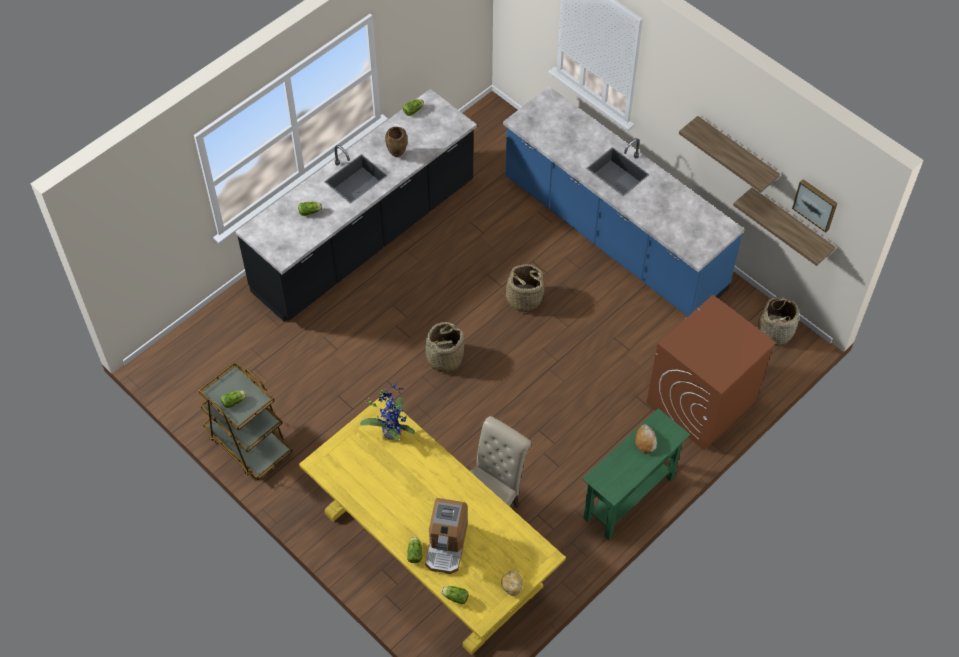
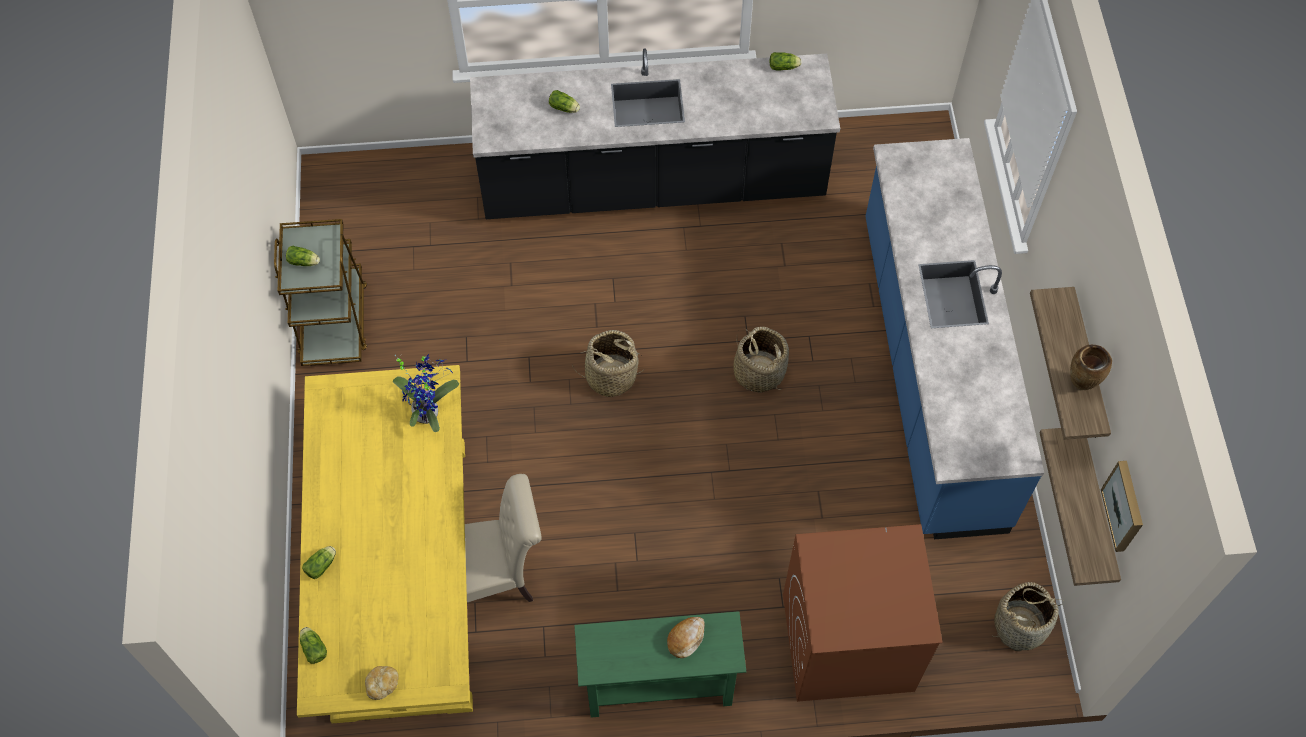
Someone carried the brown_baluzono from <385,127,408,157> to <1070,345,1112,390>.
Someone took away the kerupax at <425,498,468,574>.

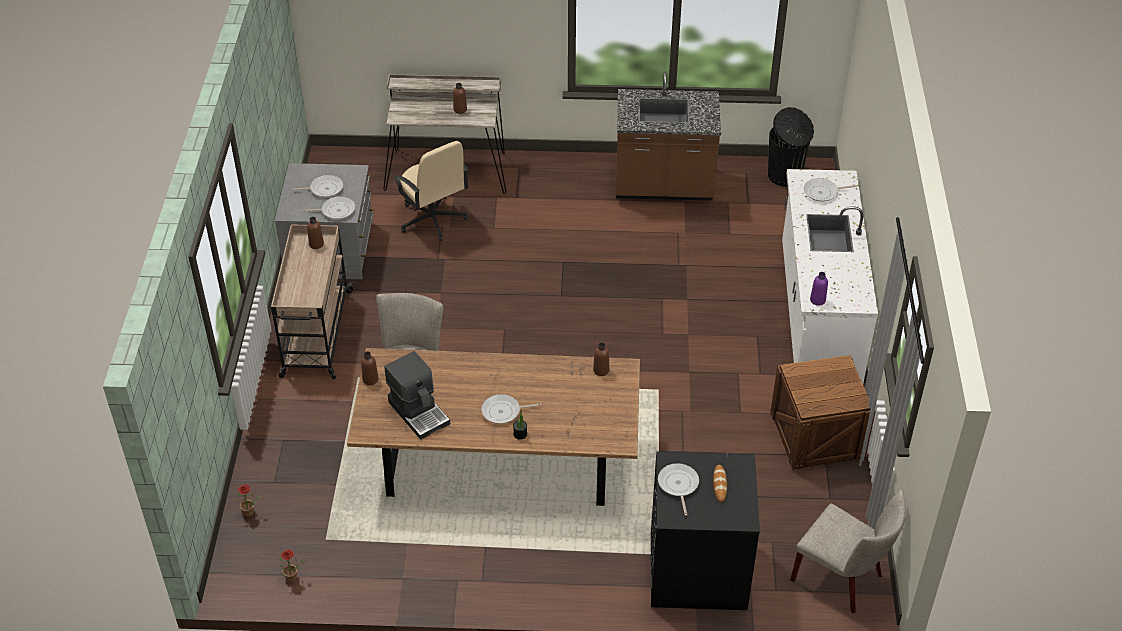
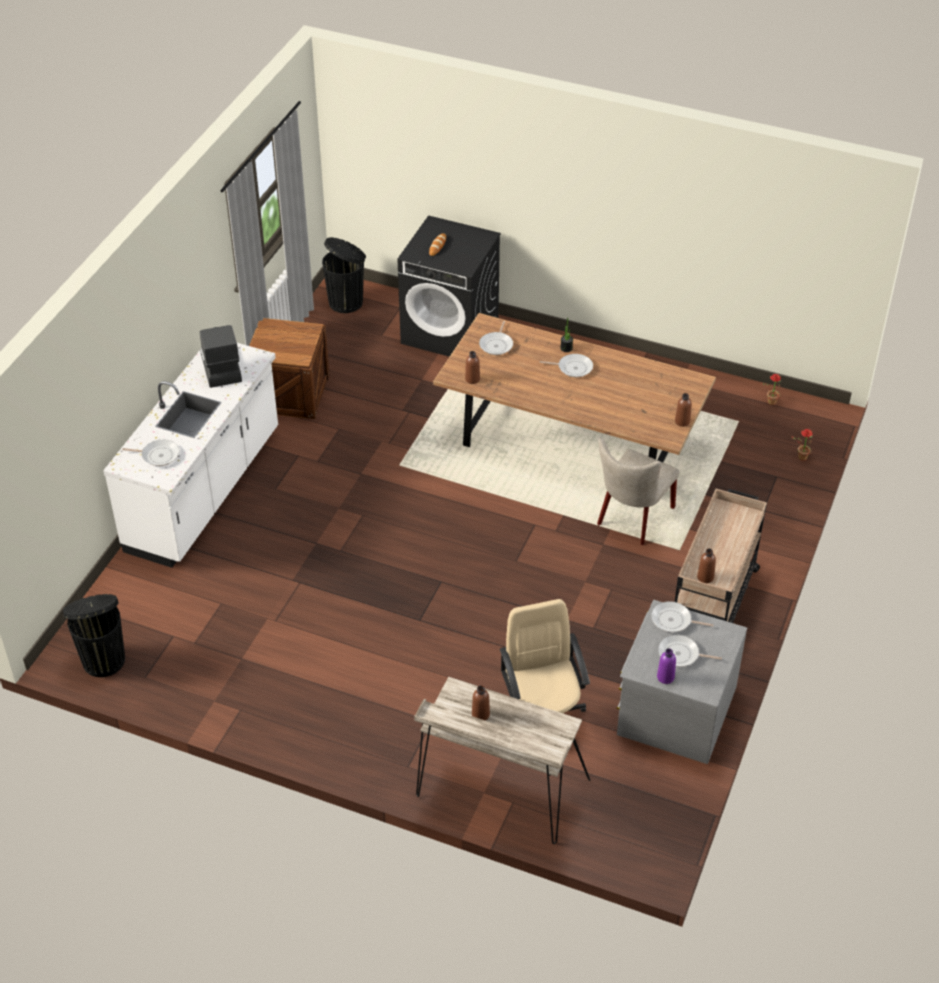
Someone carried the kerupax from <384,351,450,440> to <200,325,242,388>.
Someone swapped the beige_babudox at <790,489,906,614> for the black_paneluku at <322,237,366,313>.
Someone carried the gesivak from <658,463,699,516> to <479,321,513,355>.
Someone carried the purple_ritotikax from <810,272,828,306> to <657,649,676,684>.
Someone took away the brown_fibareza at <616,71,721,201>.

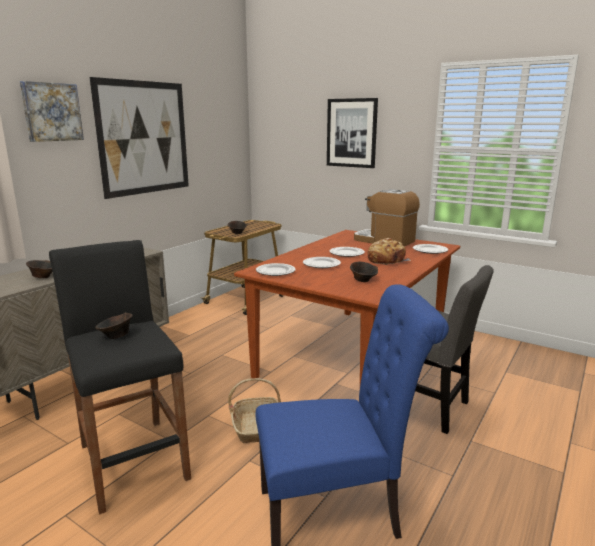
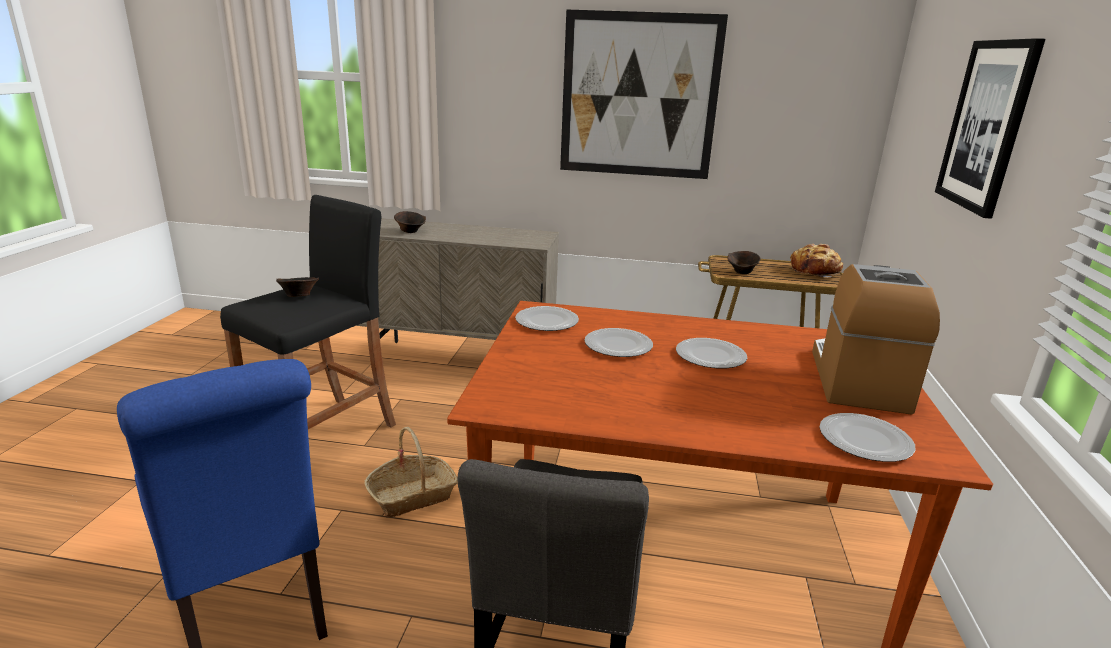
Someone carried the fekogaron from <368,238,411,265> to <790,244,843,278>.
Someone took away the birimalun at <20,81,84,142>.
Someone took away the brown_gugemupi at <350,262,378,282>.

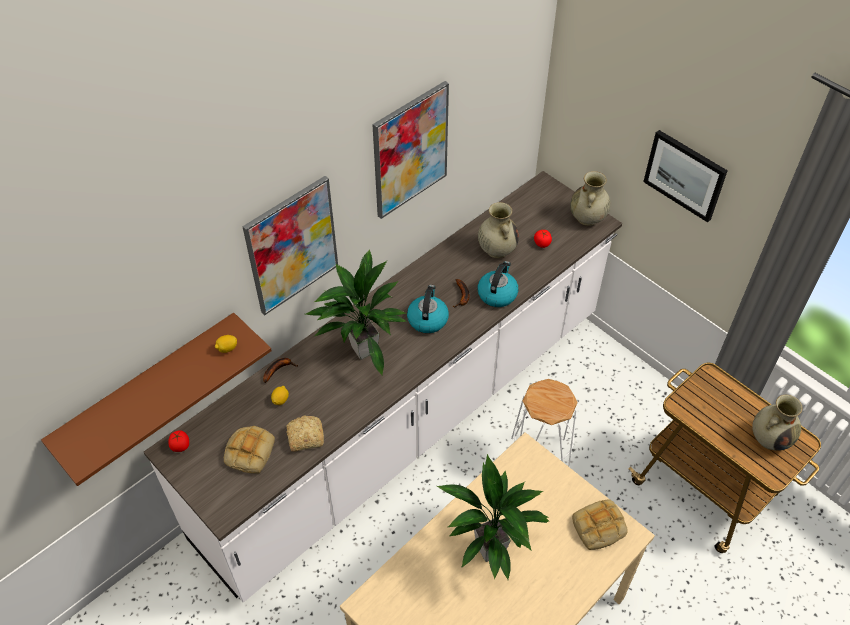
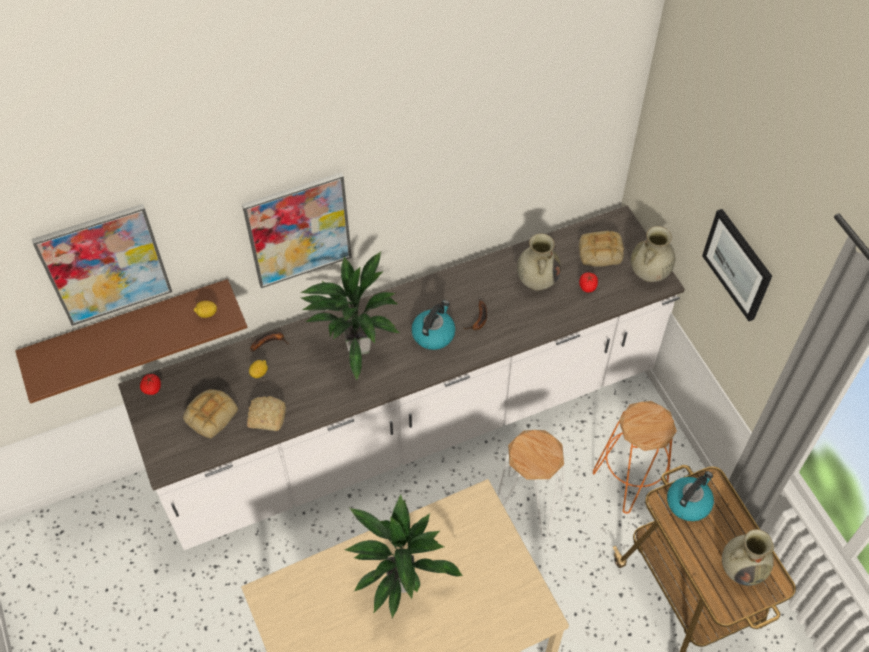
Someone carried the birimalun from <372,81,449,219> to <31,204,172,326>.
Someone carried the fekogaron from <572,499,627,550> to <579,231,624,267>.
Someone put down the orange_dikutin at <593,401,677,514>.
Someone carried the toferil from <478,261,518,307> to <667,471,714,521>.

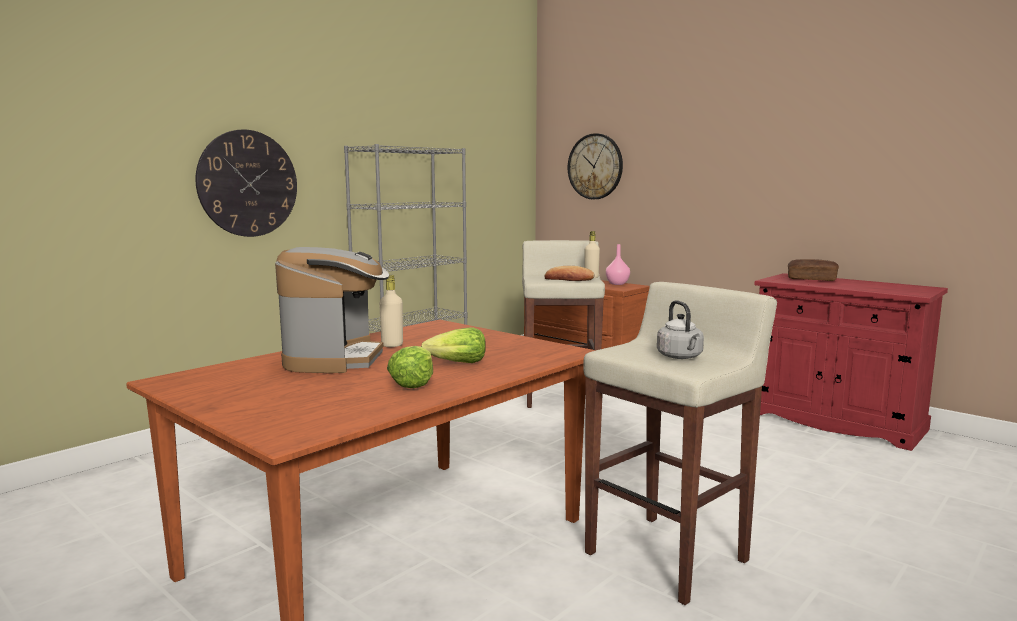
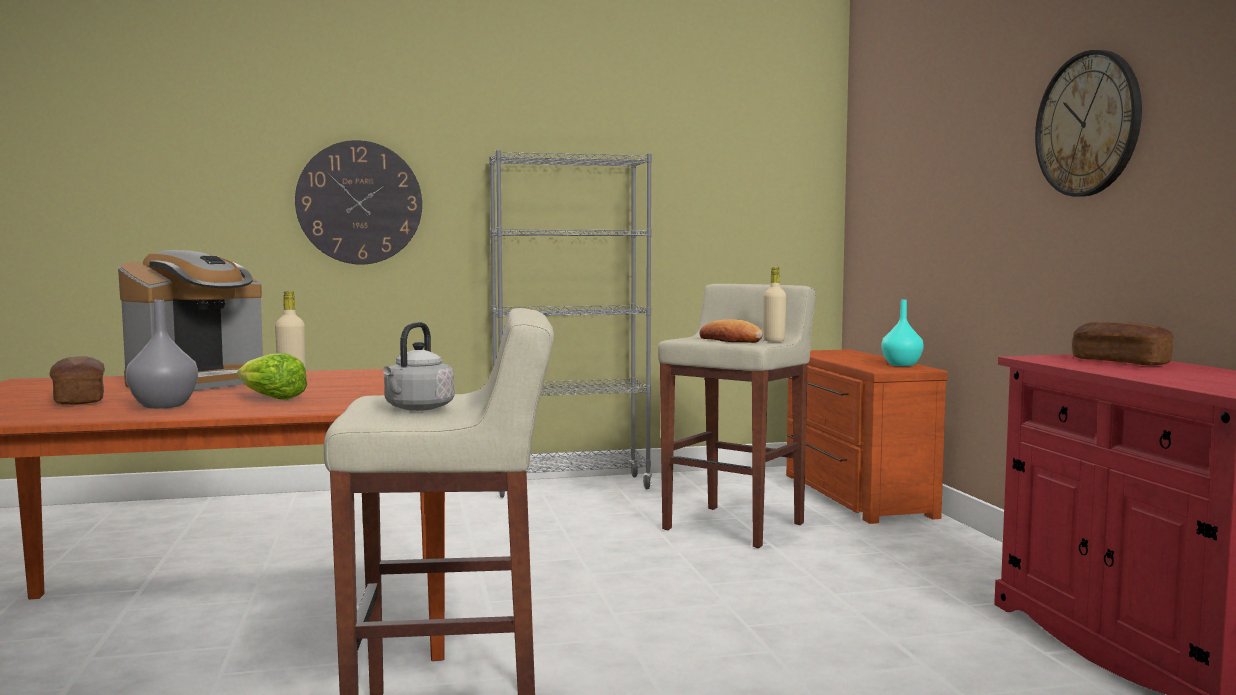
Someone put down the fekogaron at <50,357,105,405>.
Someone swapped the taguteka at <387,346,433,388> for the grey_baluzono at <126,300,198,409>.
Someone repainted the pink_baluzono at <606,244,630,285>, which became the turquoise_baluzono at <882,300,924,366>.
Someone carried the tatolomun from <568,133,623,199> to <1035,50,1142,197>.

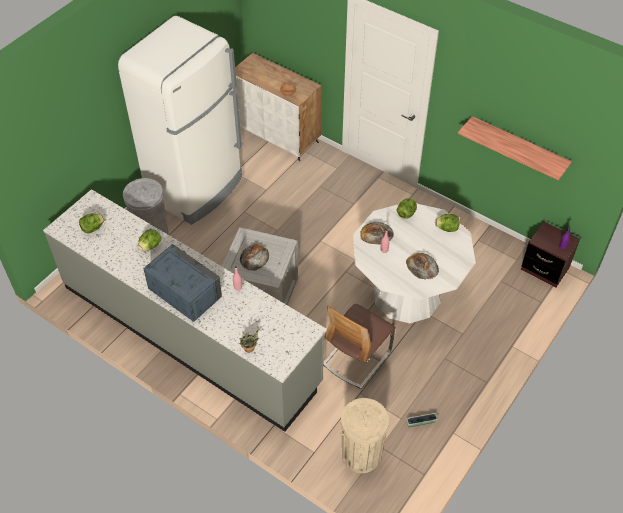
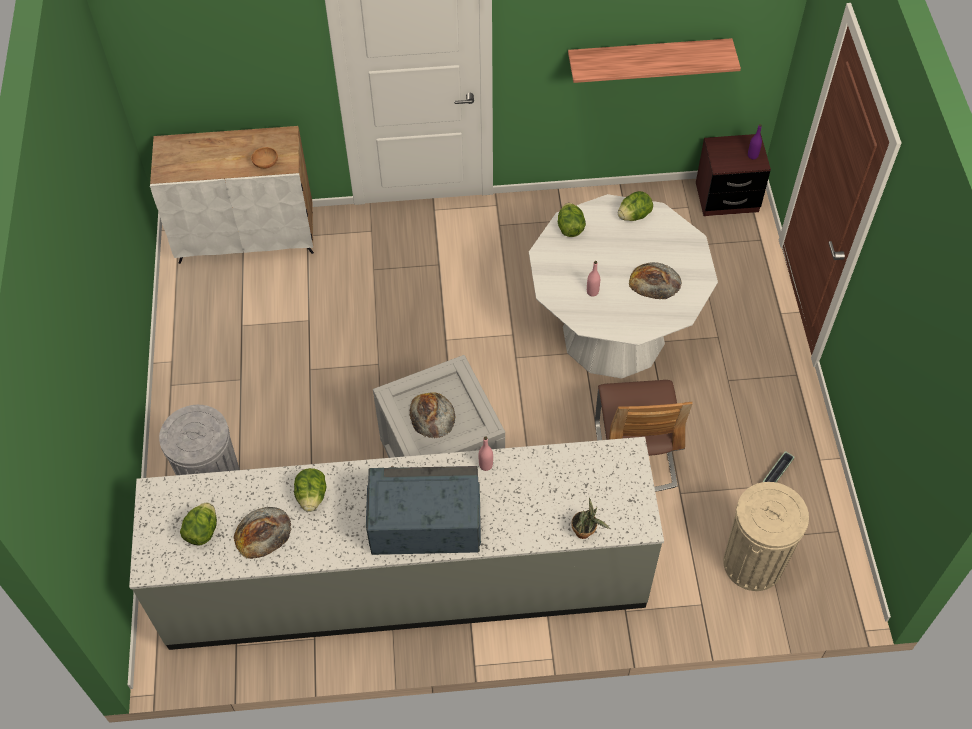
Someone carried the fekogaron from <360,222,394,245> to <233,507,291,559>.
Someone took away the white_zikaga at <118,16,242,225>.

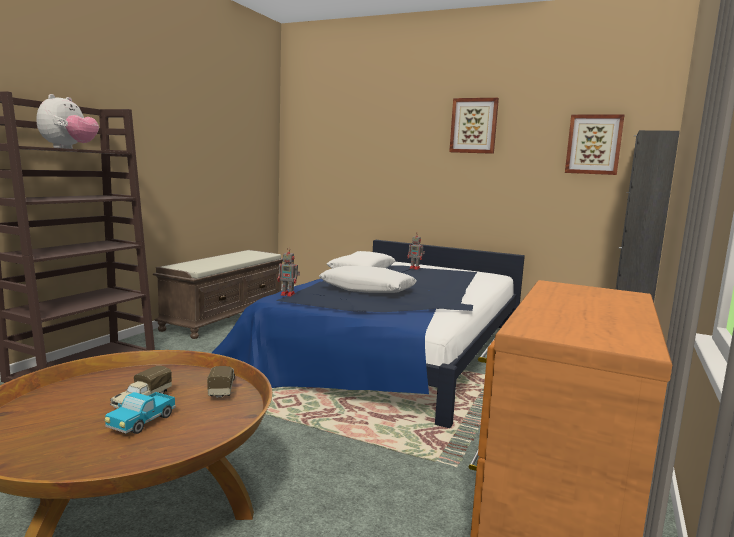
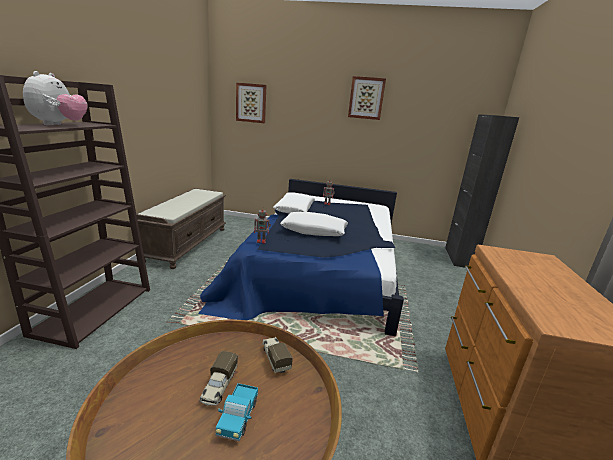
Someone carried the birimalun from <565,114,625,175> to <236,82,266,123>.

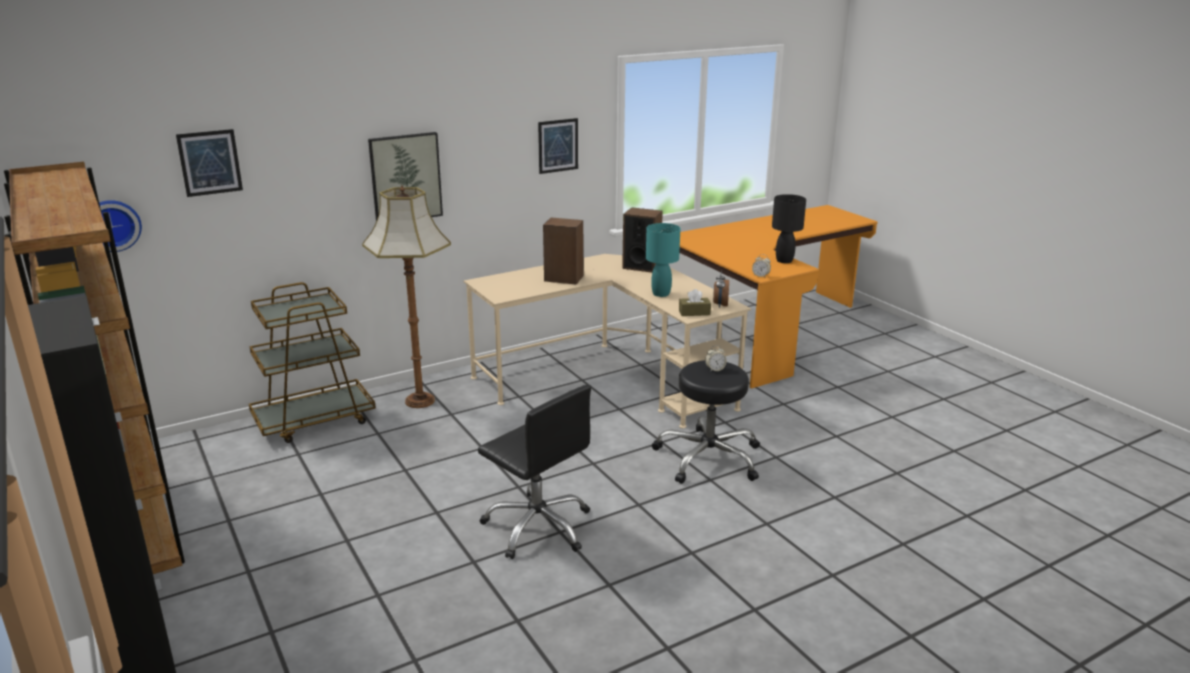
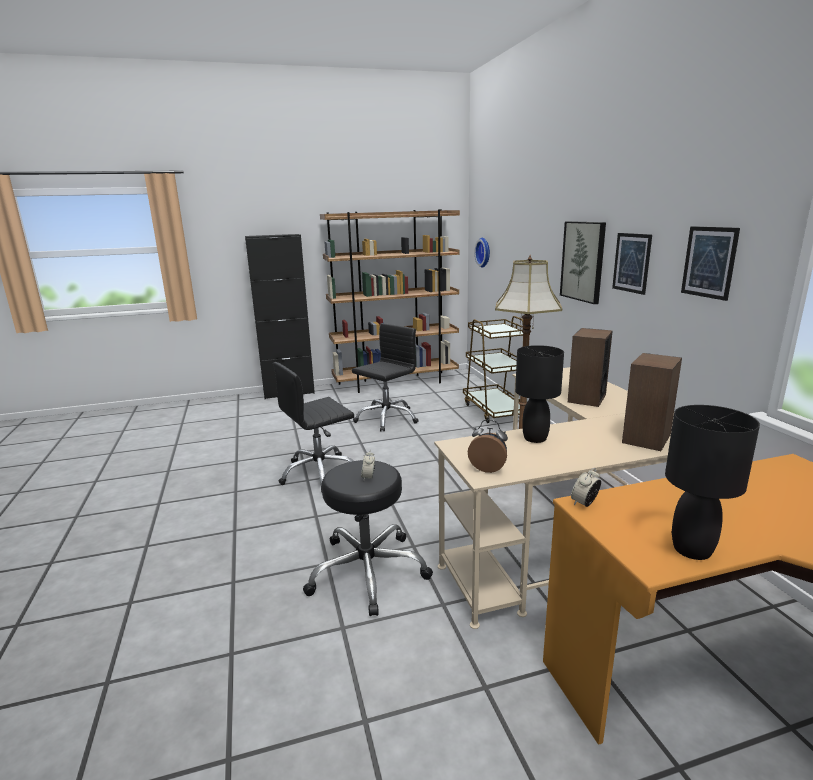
Someone put down the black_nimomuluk at <352,323,419,432>.
Someone repainted the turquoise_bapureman at <646,223,681,297>, which became the black_bapureman at <515,345,564,443>.
Someone carried the birimalun from <176,129,243,197> to <612,233,652,295>.
Someone took away the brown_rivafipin at <679,289,711,316>.

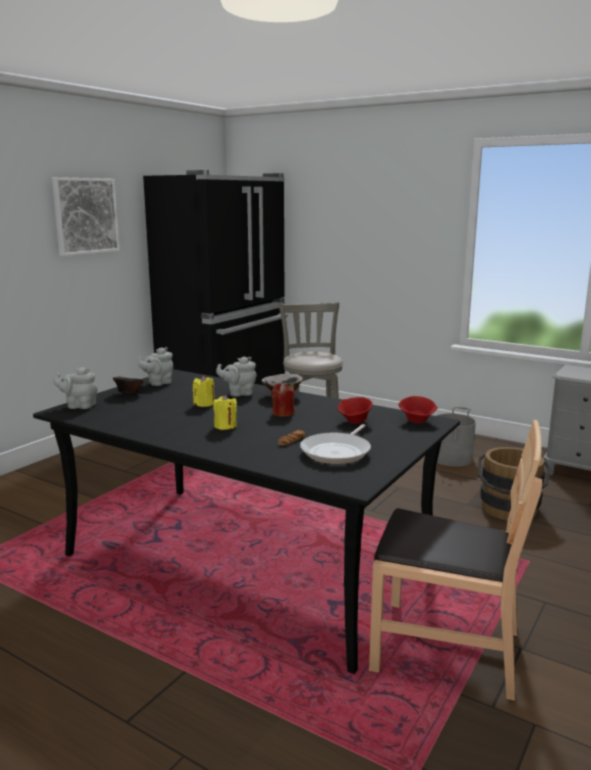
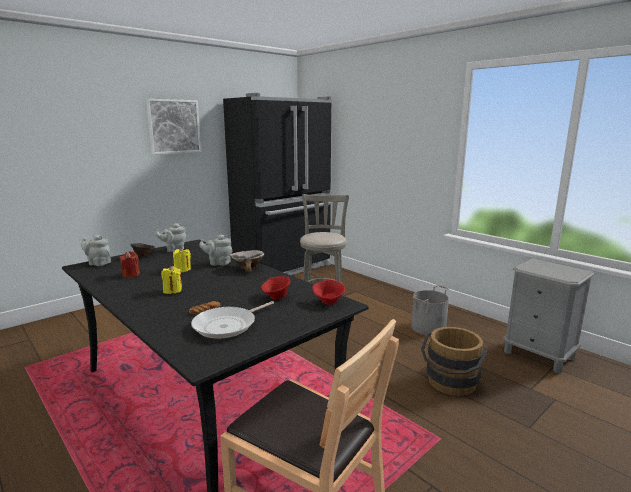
Someone carried the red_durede from <271,383,294,417> to <120,251,140,278>.

